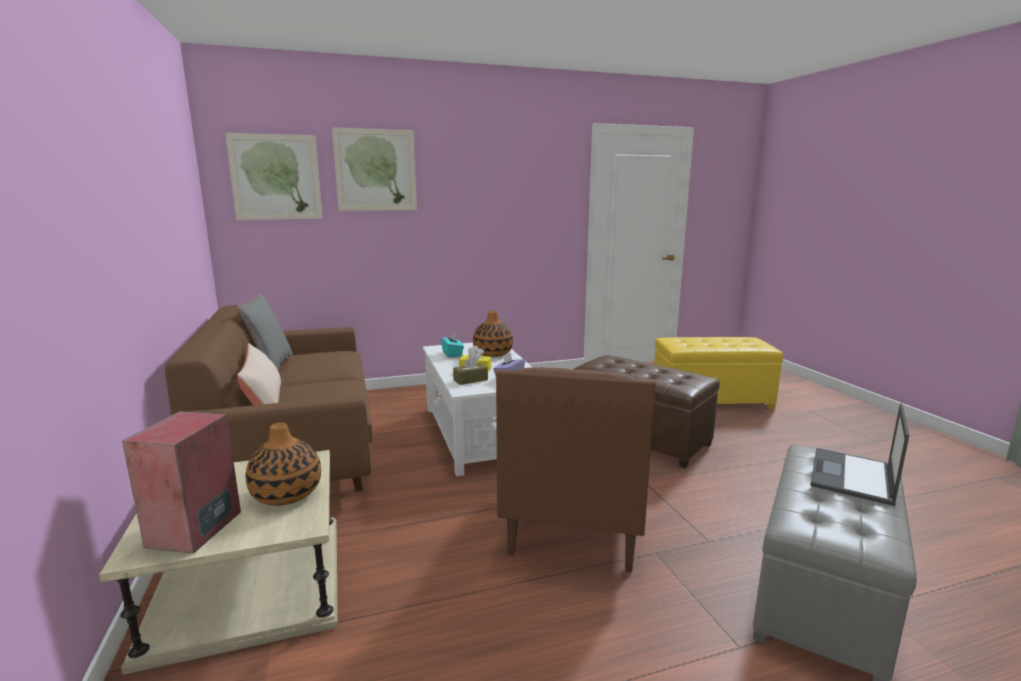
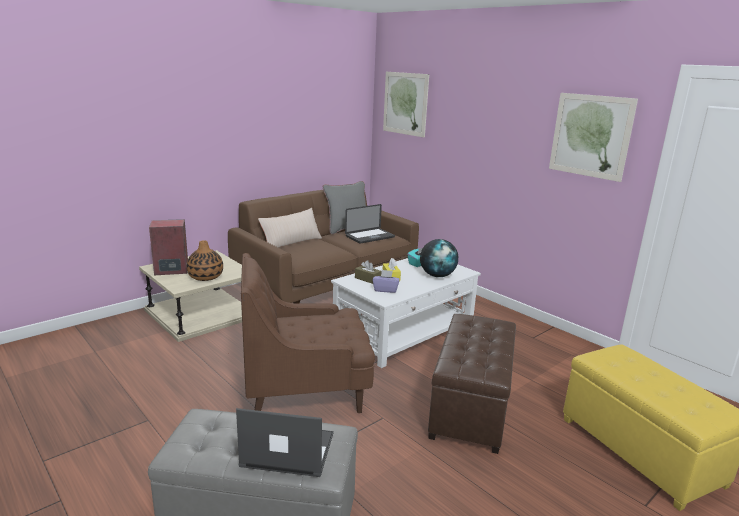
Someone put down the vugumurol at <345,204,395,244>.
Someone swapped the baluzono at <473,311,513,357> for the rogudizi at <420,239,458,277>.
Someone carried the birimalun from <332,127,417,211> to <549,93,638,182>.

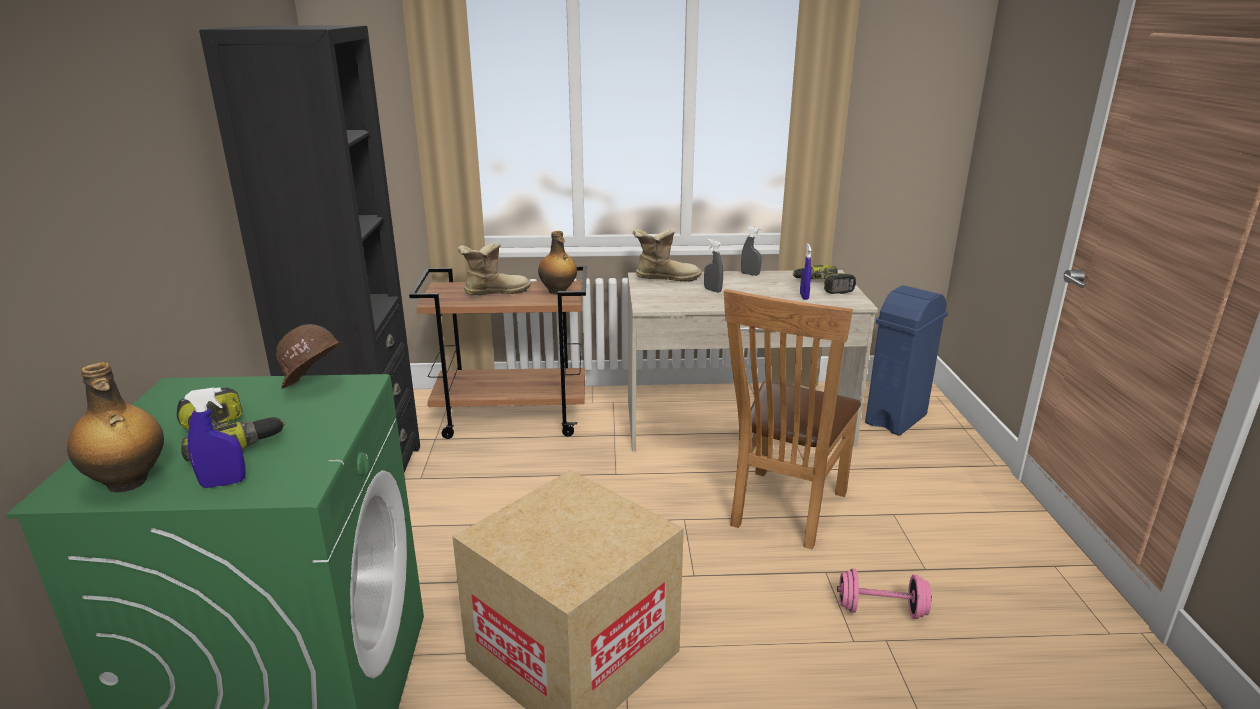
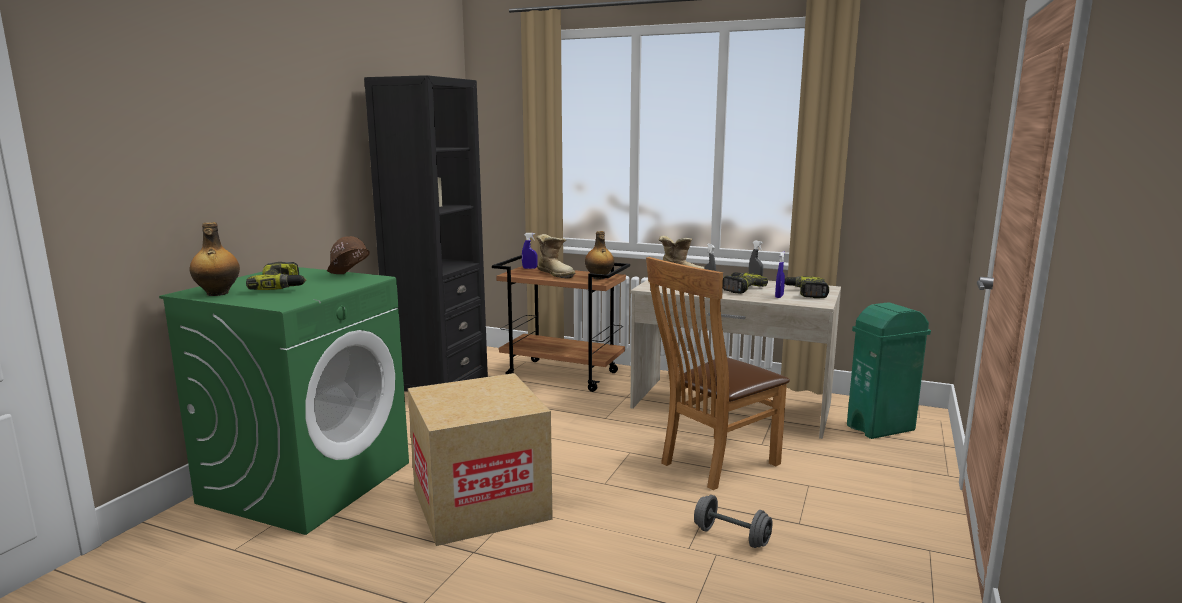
Someone carried the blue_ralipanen from <185,387,246,488> to <522,233,538,269>.
Someone rotated the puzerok at <457,243,531,295> by 45 degrees clockwise.
Someone repainted the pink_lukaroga at <837,569,932,619>, which became the grey_lukaroga at <694,495,772,548>.
Someone put down the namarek at <723,272,768,294>.
Someone repainted the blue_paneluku at <865,286,948,435>, which became the green_paneluku at <847,302,931,439>.

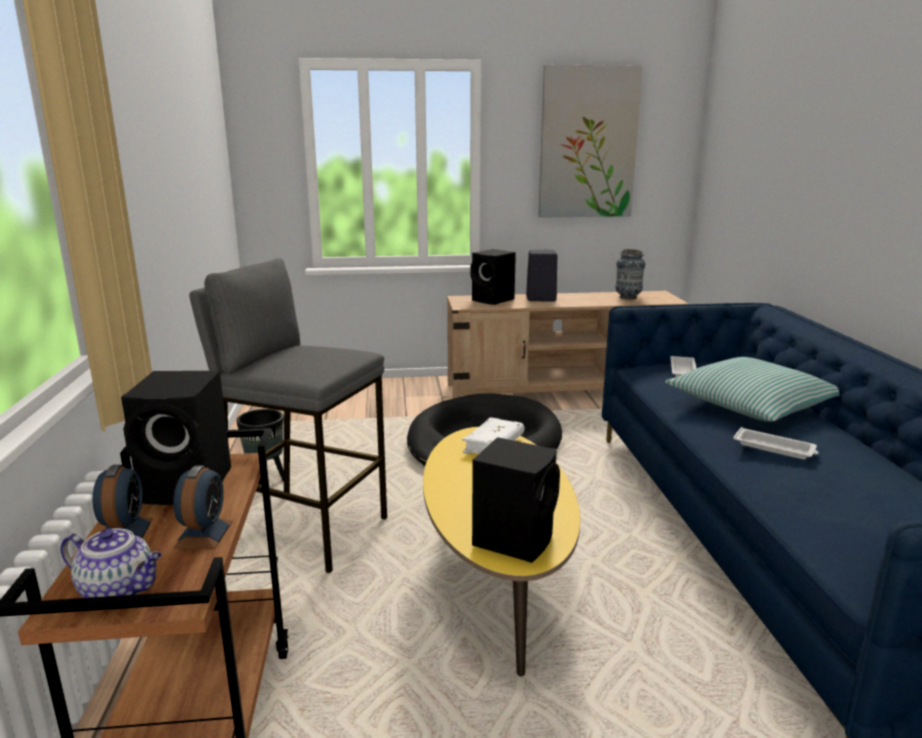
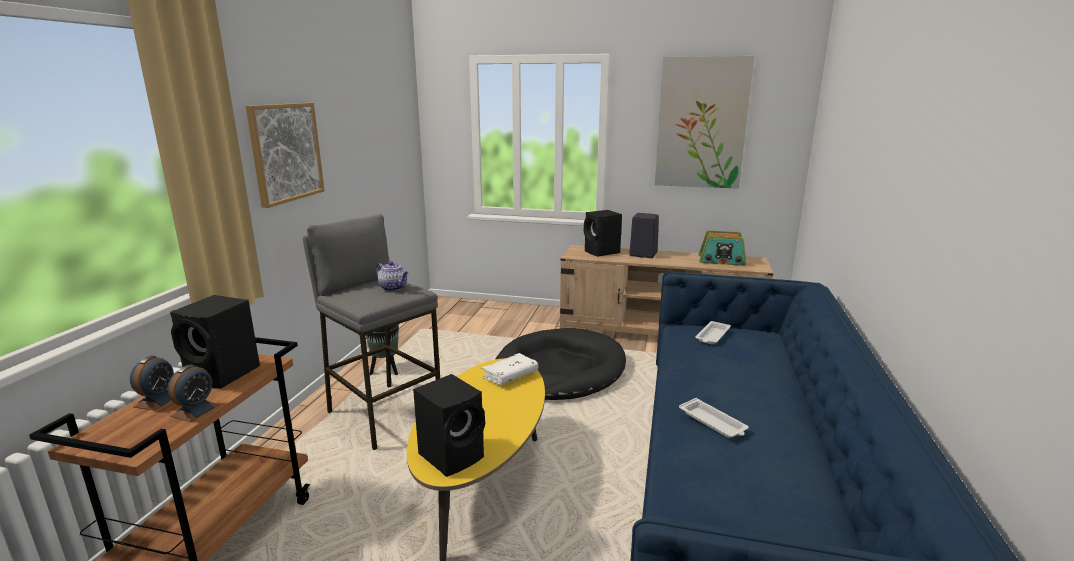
Someone put up the birimalun at <246,103,324,208>.
Someone carried the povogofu from <60,528,162,598> to <376,261,409,291>.
Someone swapped the baluzono at <616,249,645,300> for the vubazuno at <699,230,747,266>.
Someone took away the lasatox at <665,357,840,422>.

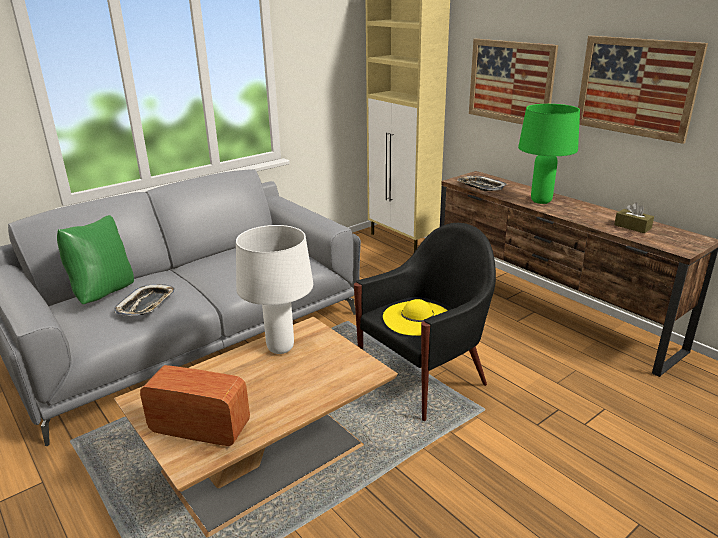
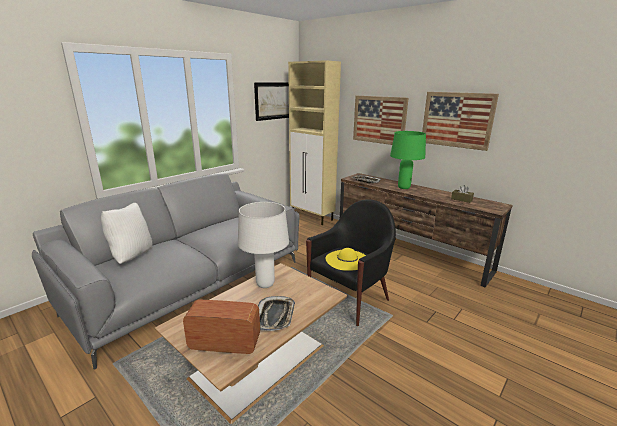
Someone repainted the green_lasatox at <57,215,134,305>, which became the white_lasatox at <101,203,153,264>.
Someone put up the birimalun at <254,82,289,121>.
Someone carried the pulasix from <114,284,175,316> to <258,296,295,331>.

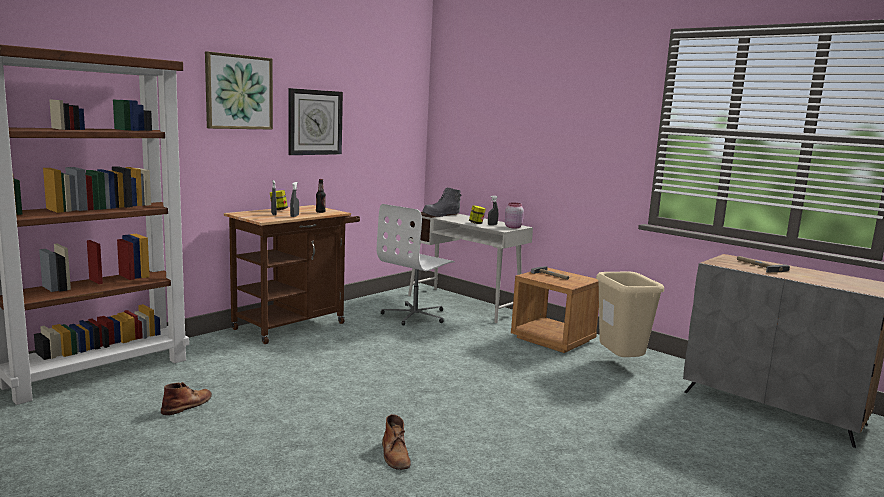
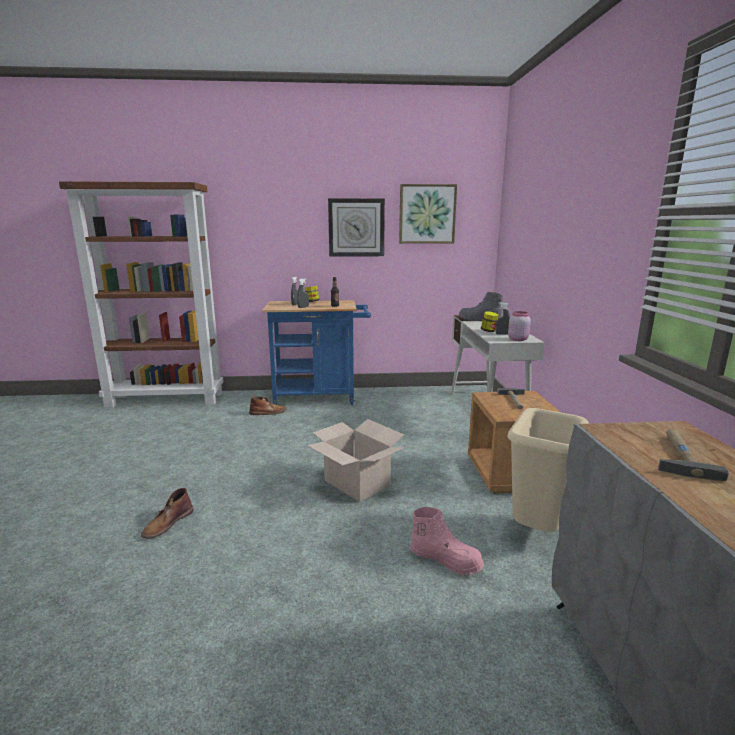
Someone carried the brown_puzerok from <161,382,212,415> to <249,396,287,415>.
Someone repainted the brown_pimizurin at <224,205,360,344>, which became the blue_pimizurin at <262,300,371,405>.
Someone put down the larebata at <307,419,404,502>.
Someone carried the birimalun from <205,51,273,130> to <399,184,457,244>.
Someone put down the pink_puzerok at <410,507,484,575>.
Someone took away the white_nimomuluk at <377,204,455,325>.

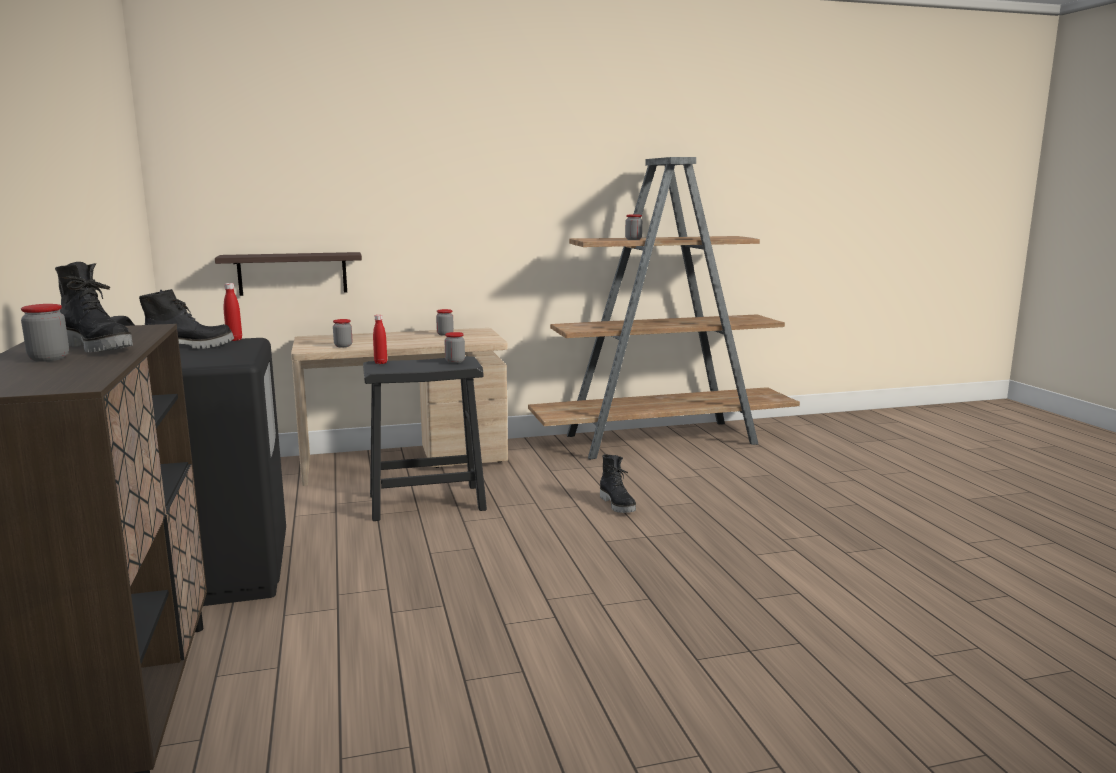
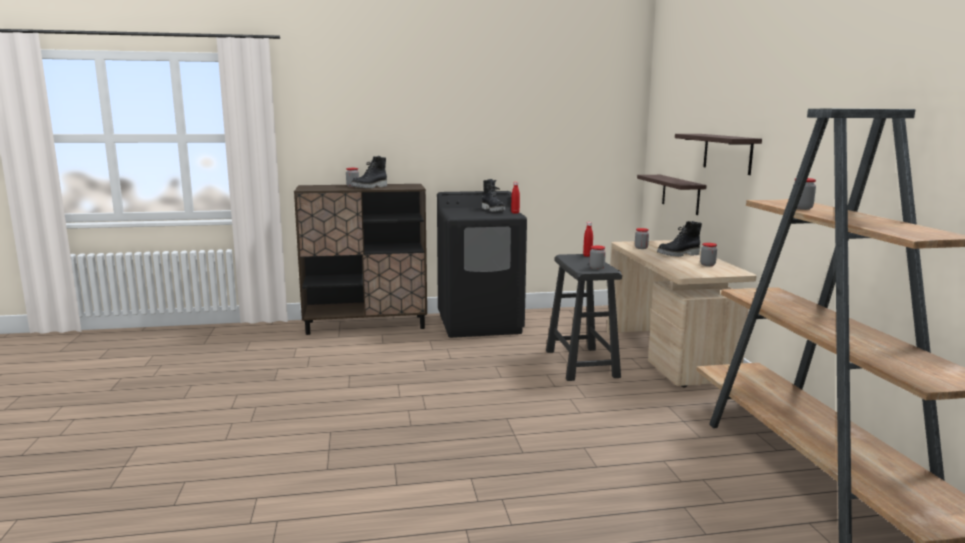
Someone carried the black_puzerok from <600,454,636,513> to <657,221,702,257>.
Someone put up the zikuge at <675,134,762,175>.

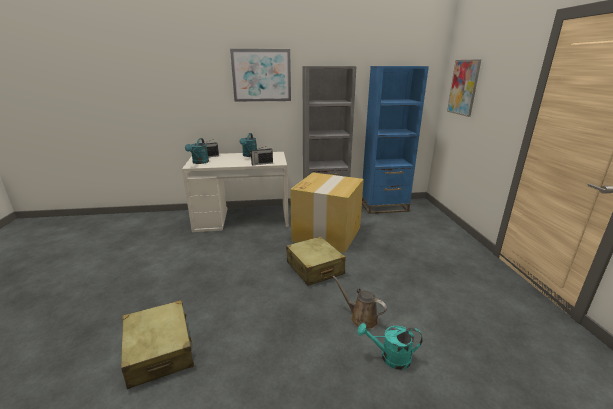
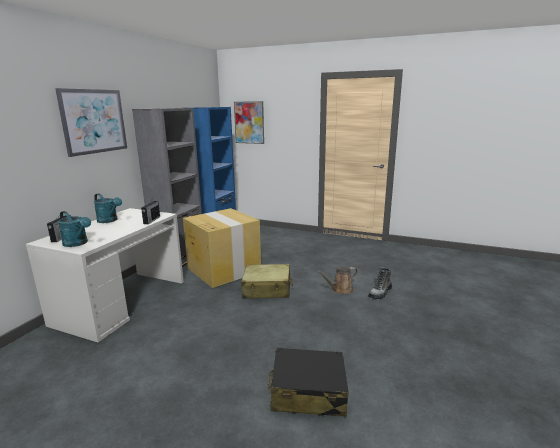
Someone repainted the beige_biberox at <121,300,194,389>, which became the black_biberox at <268,348,348,417>.
Someone swapped the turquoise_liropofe at <357,323,423,370> for the puzerok at <368,267,392,299>.

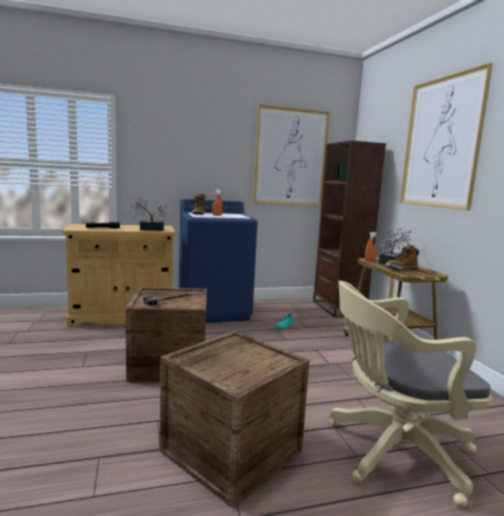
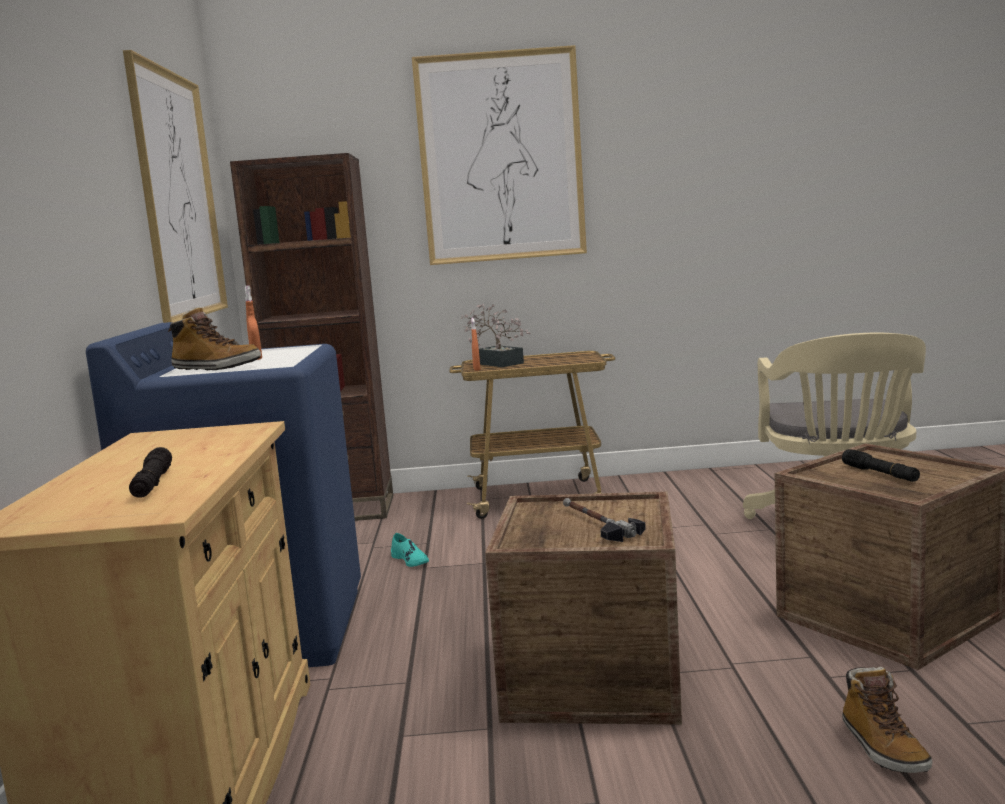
Someone put down the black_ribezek at <842,449,920,482>.
Someone carried the puzerok from <386,244,419,270> to <842,667,932,773>.
Someone took away the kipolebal at <130,197,171,231>.

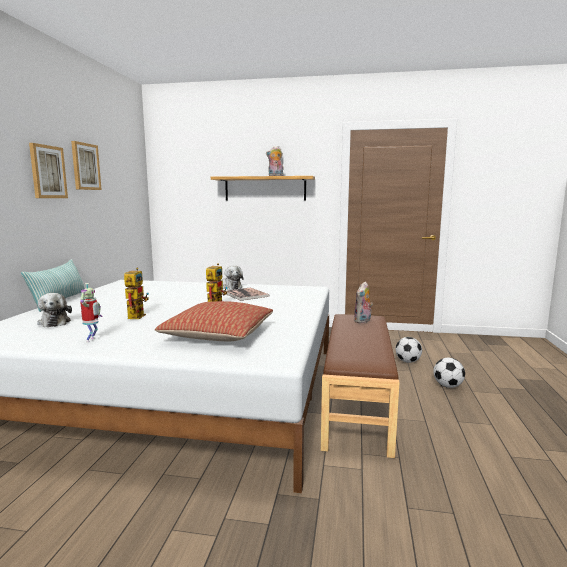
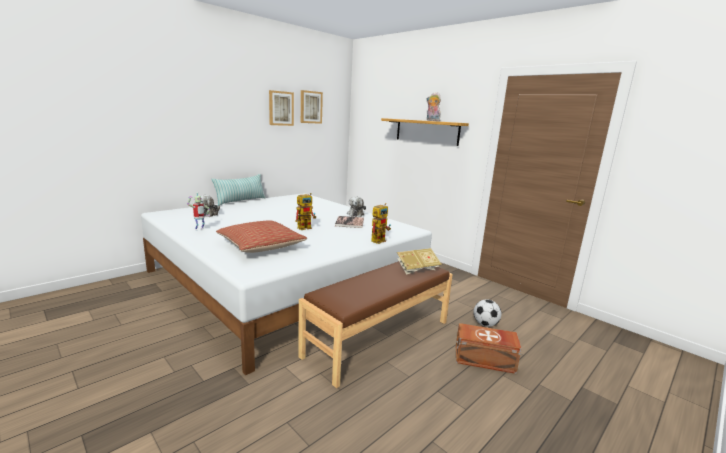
Someone carried the birimalun from <29,143,68,198> to <301,90,323,124>.
Someone carried the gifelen from <124,268,149,319> to <371,203,391,244>.
Someone swapped the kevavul at <354,281,373,323> for the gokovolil at <397,248,442,275>.
Someone swapped the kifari at <433,358,465,388> for the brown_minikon at <456,323,522,374>.

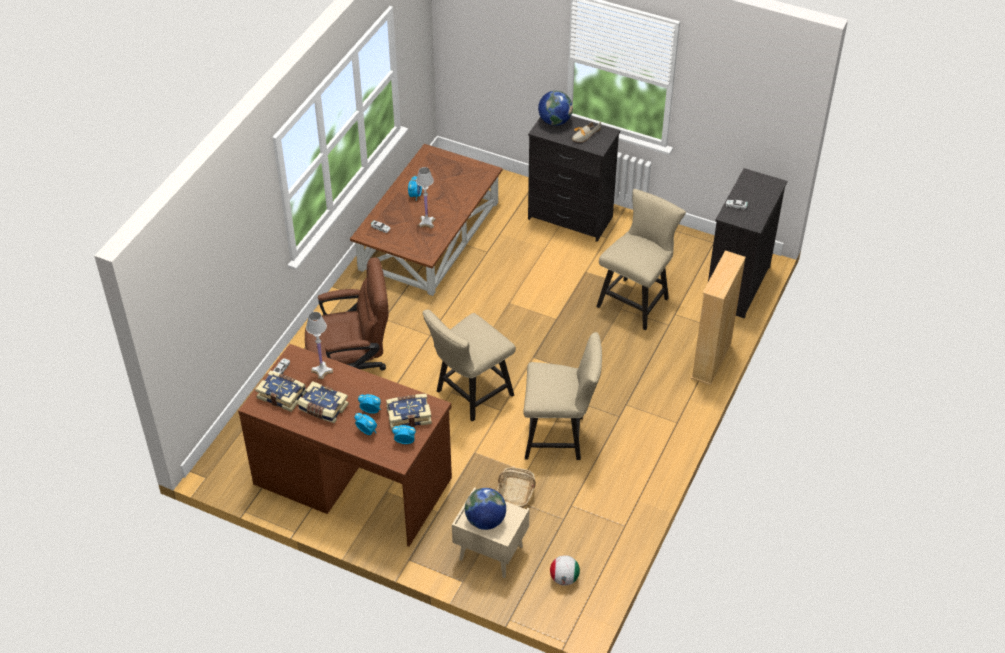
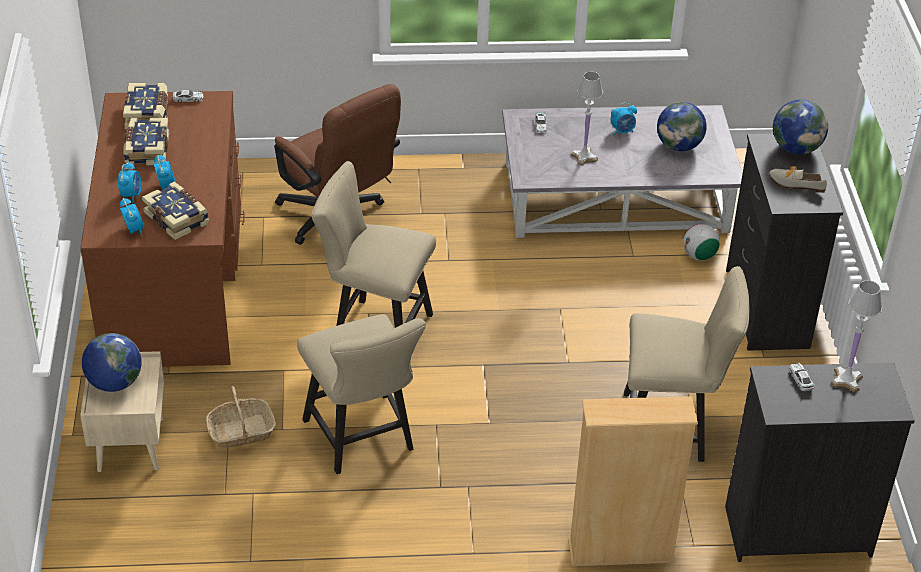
Someone repainted the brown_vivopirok at <350,144,502,296>, which became the grey_vivopirok at <502,105,742,238>.
Someone put down the rogudizi at <657,102,707,151>.
Someone carried the kifari from <550,555,580,586> to <683,224,720,260>.
Someone carried the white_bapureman from <306,312,333,379> to <831,280,882,393>.

